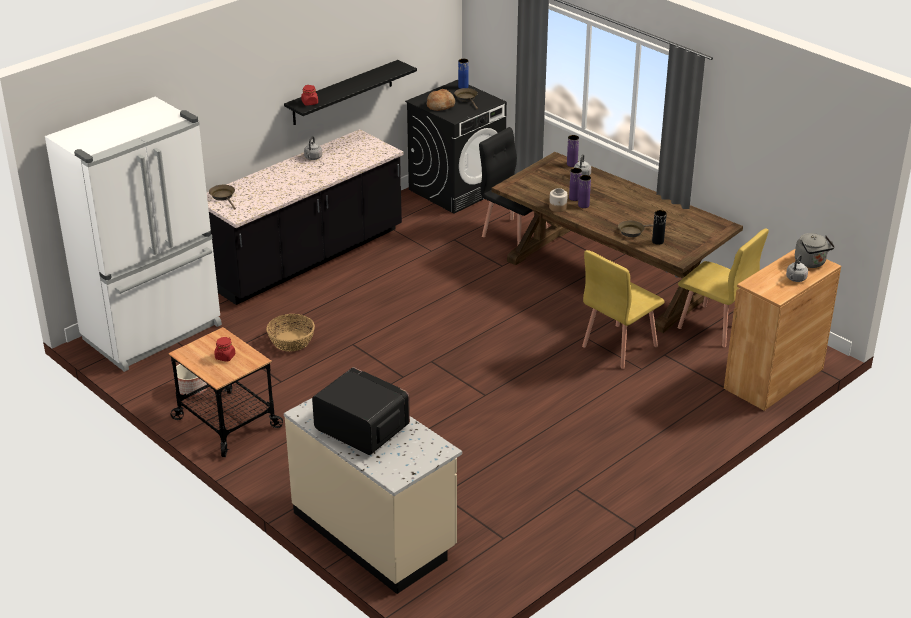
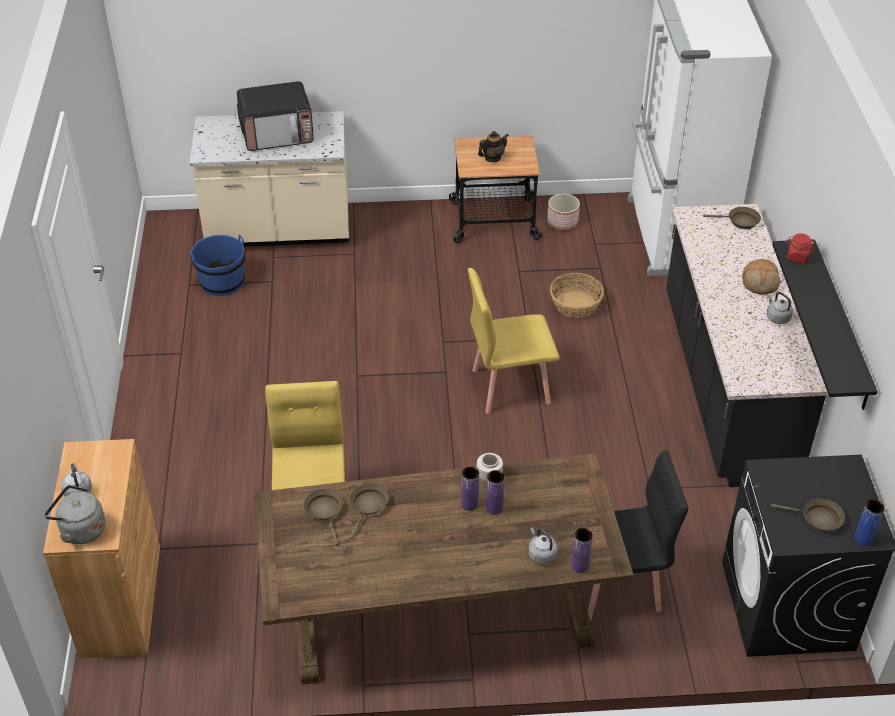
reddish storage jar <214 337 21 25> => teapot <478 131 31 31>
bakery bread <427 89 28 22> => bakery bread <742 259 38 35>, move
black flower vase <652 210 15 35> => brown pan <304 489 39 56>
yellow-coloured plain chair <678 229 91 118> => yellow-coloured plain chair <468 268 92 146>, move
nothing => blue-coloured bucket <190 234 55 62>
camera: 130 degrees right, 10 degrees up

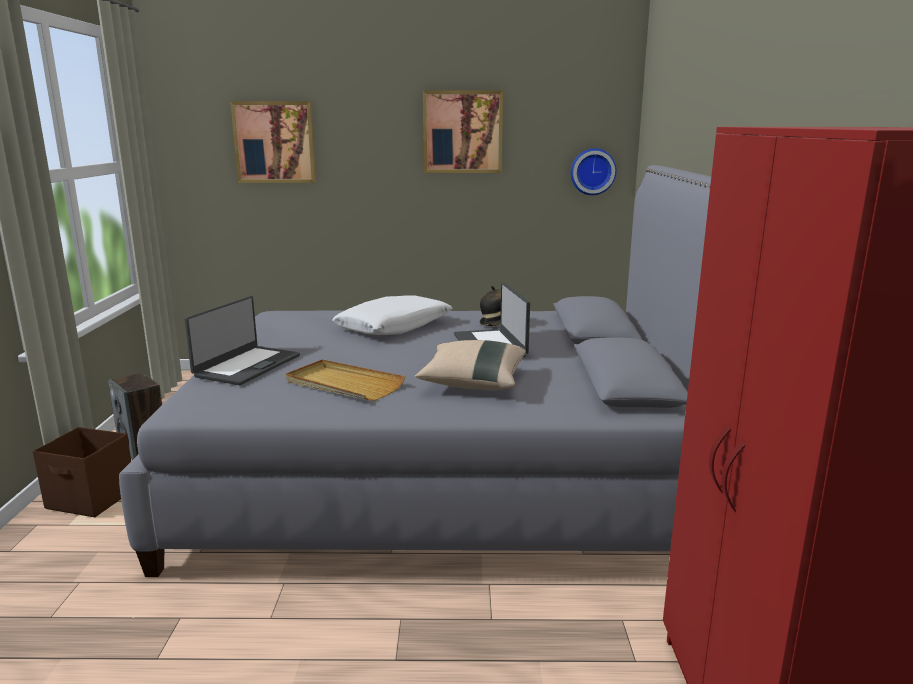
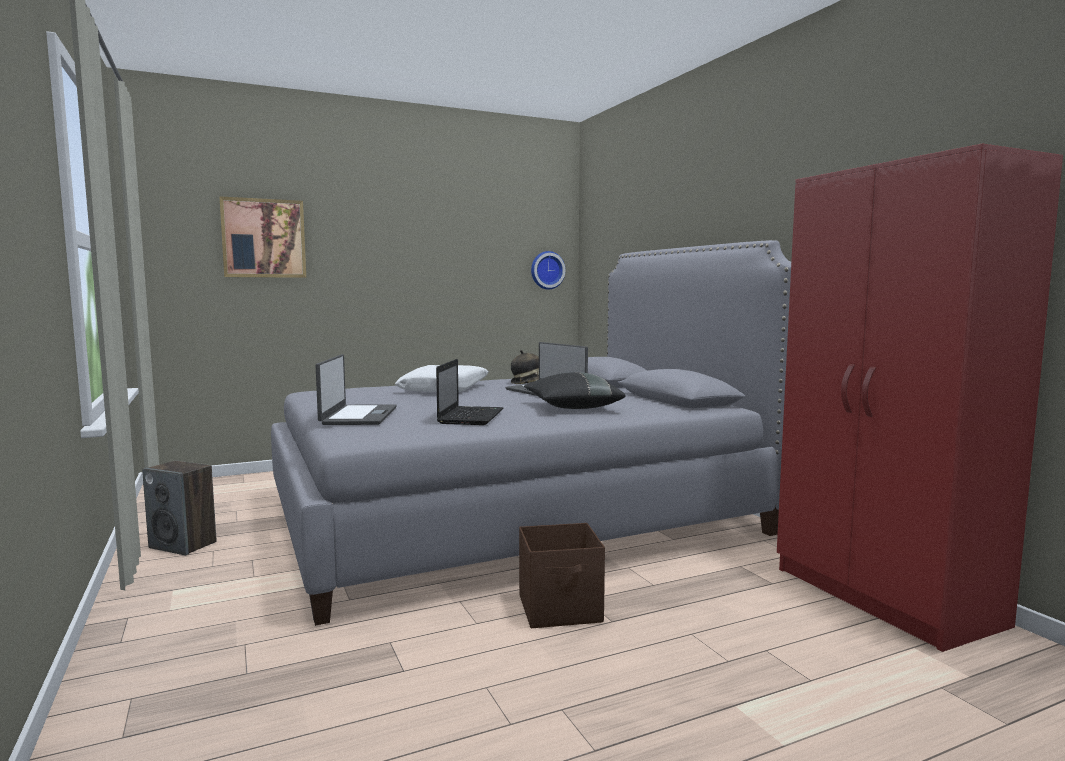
brown storage bin <33 427 98 90> => brown storage bin <519 523 86 105>, move
sand-coloured tray <286 359 119 42> => laptop <436 359 67 66>
sand-coloured cushion <415 340 111 50> => black cushion <524 372 101 37>
wall art <423 90 80 83> => nothing
camera: 25 degrees left, 10 degrees down

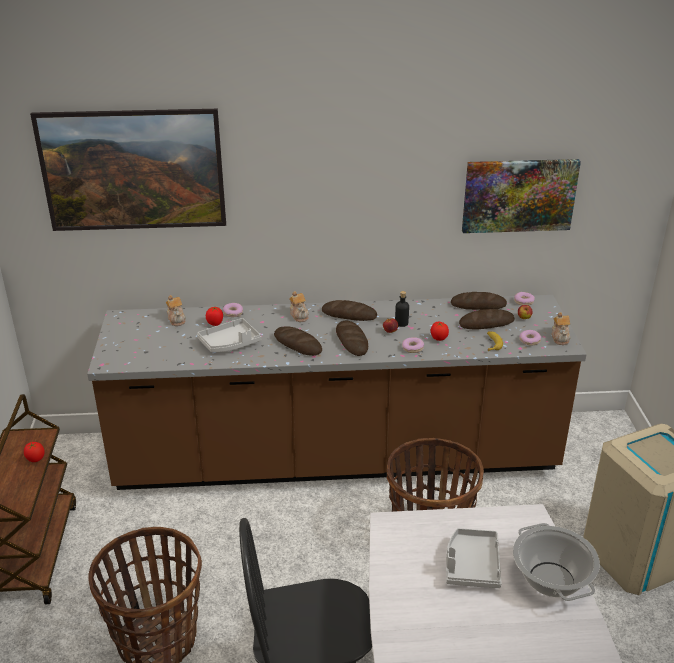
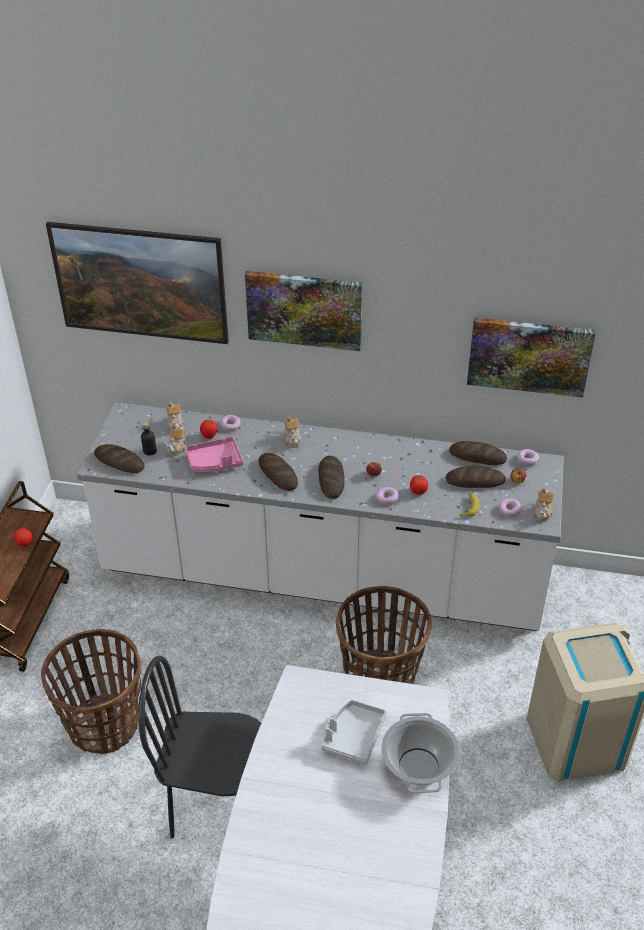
brown kitchen counter <87 295 500 195> => white-coloured kitchen counter <77 402 487 229>
gray tray <197 318 64 34> => pinkish tray <185 437 59 35>
bakery bread <322 300 55 21> => bakery bread <94 444 51 29>, move
black beverage bottle <395 291 14 36> => black beverage bottle <141 422 16 34>, move
nothing => teapot <166 424 20 32>
nothing => wall art <245 271 118 80>
camera: 15 degrees right, 10 degrees up

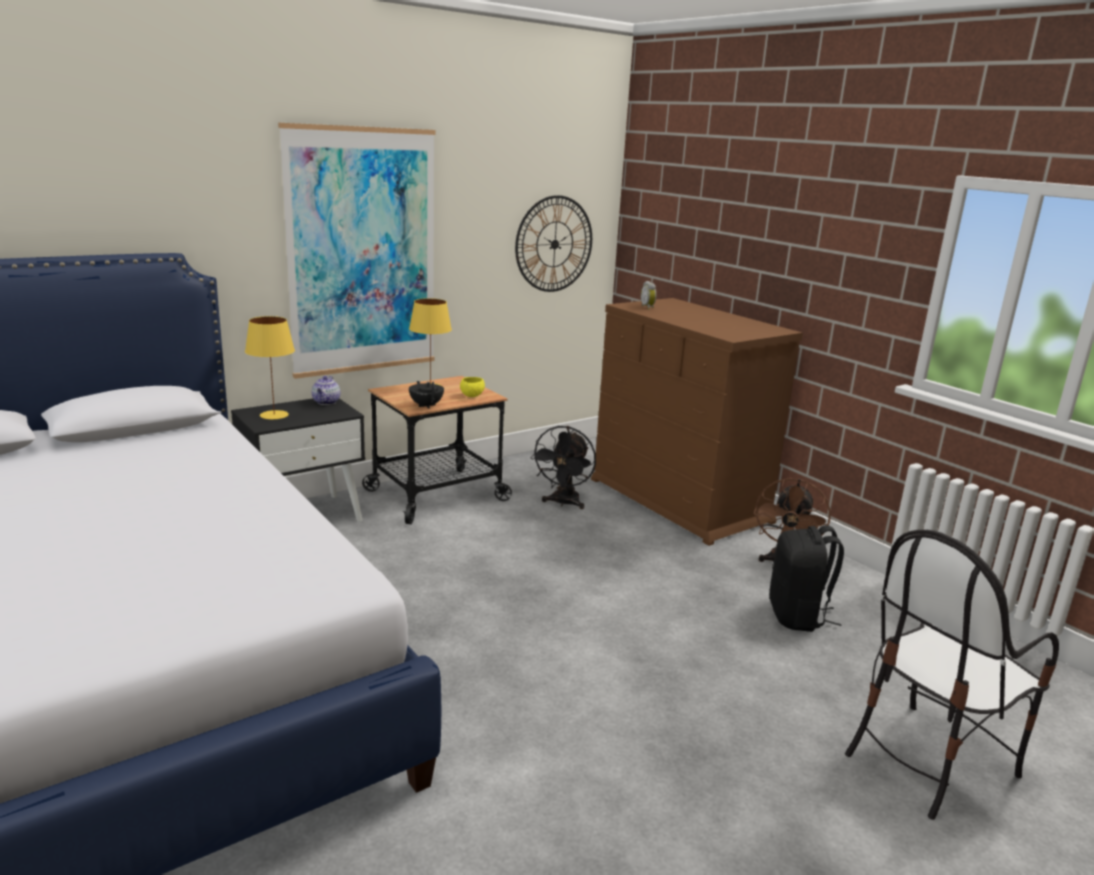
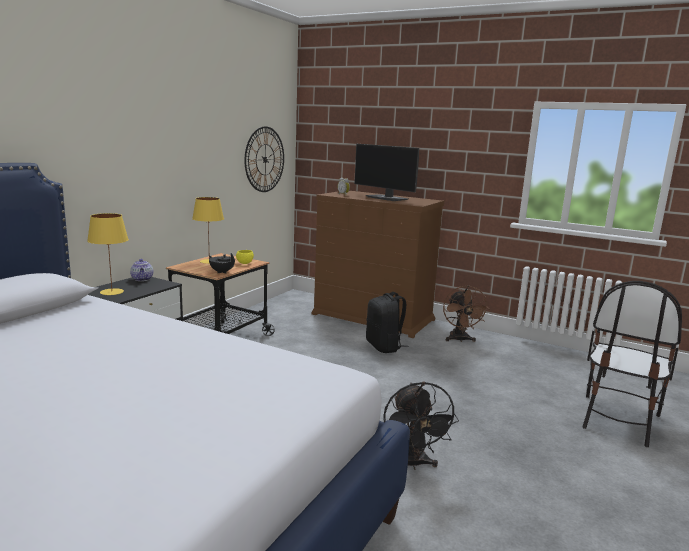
wall art <278 122 158 257> => nothing
black electric fan <531 426 65 83> => black electric fan <383 382 76 88>, move
black knapsack <769 525 75 107> => black knapsack <366 292 43 61>, move
nothing => monitor <354 144 65 57>
camera: 25 degrees left, 5 degrees down

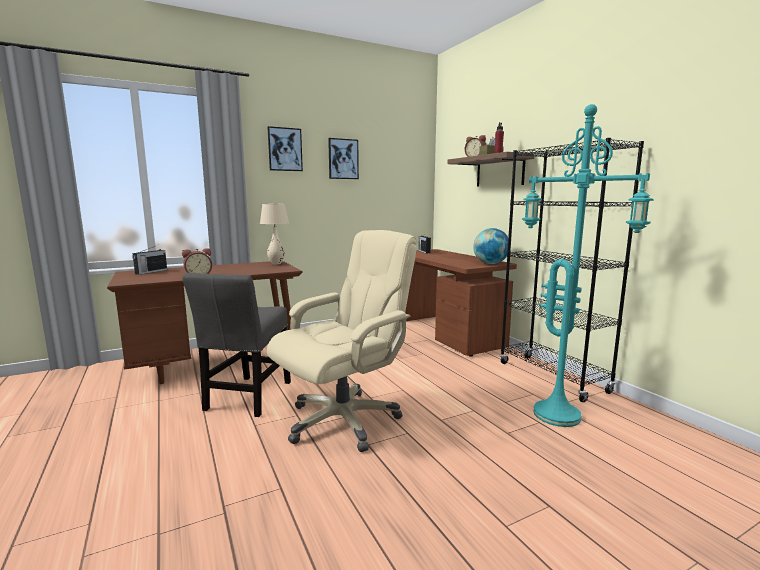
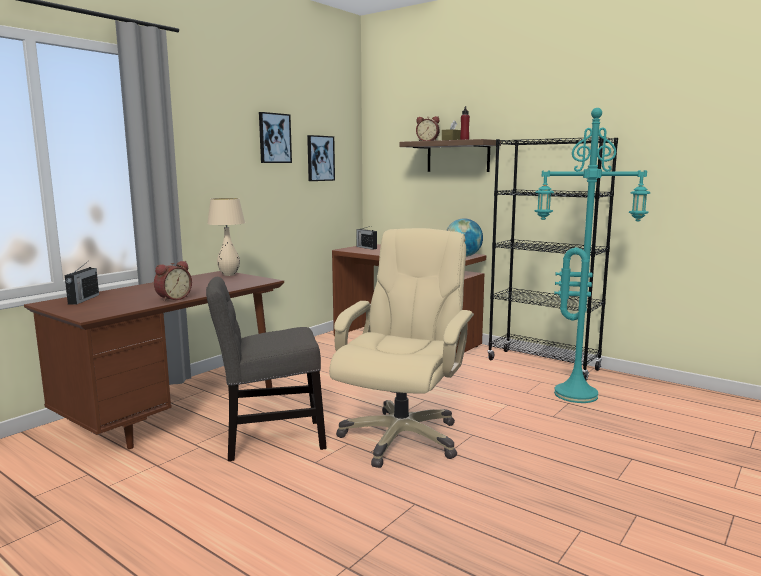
gray plain chair <182 273 109 144> => gray plain chair <206 277 121 184>, 90 degrees clockwise
wall art <267 126 36 45> => wall art <307 135 28 46>, move
camera: 25 degrees left, 0 degrees up

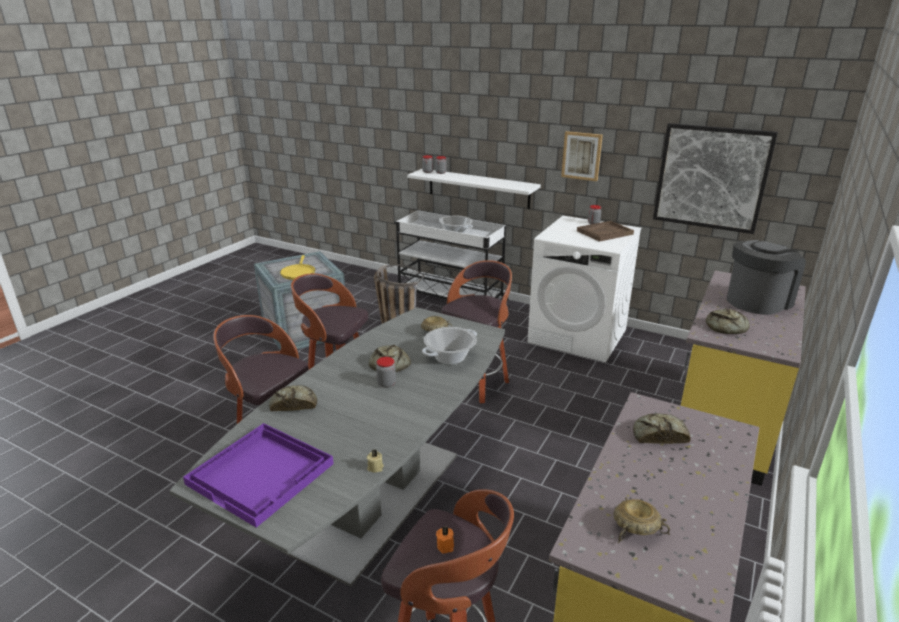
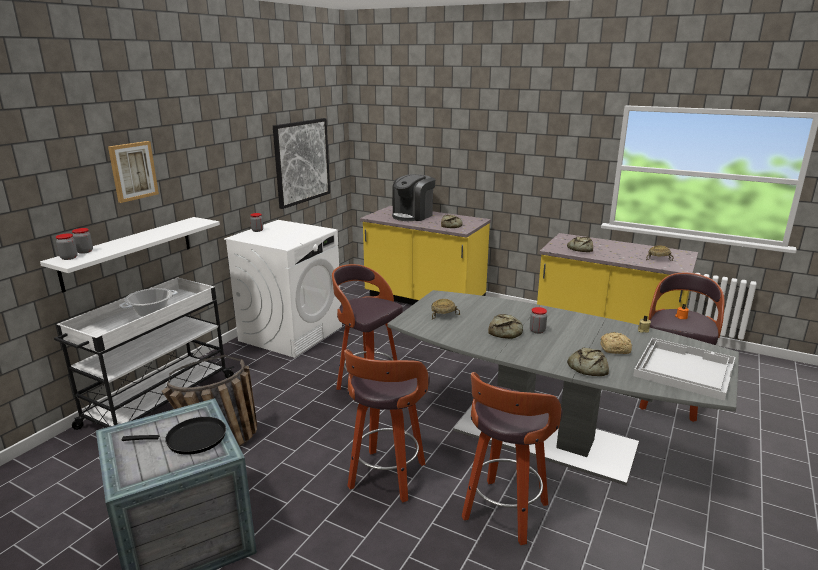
purplish tray <183 423 151 105> => white-coloured tray <633 338 102 63>
yellow-coloured pan <280 255 35 25> => black pan <121 417 105 38>
cooking pot <422 327 55 37> => nothing
wall art <561 131 42 50> => wall art <108 141 51 62>, move
brown tray <577 221 57 21> => nothing
coffee brewer <727 240 79 75> => coffee brewer <392 174 43 47>, 105 degrees counterclockwise
nothing => bakery bread <601 332 31 22>
camera: 90 degrees left, 5 degrees down

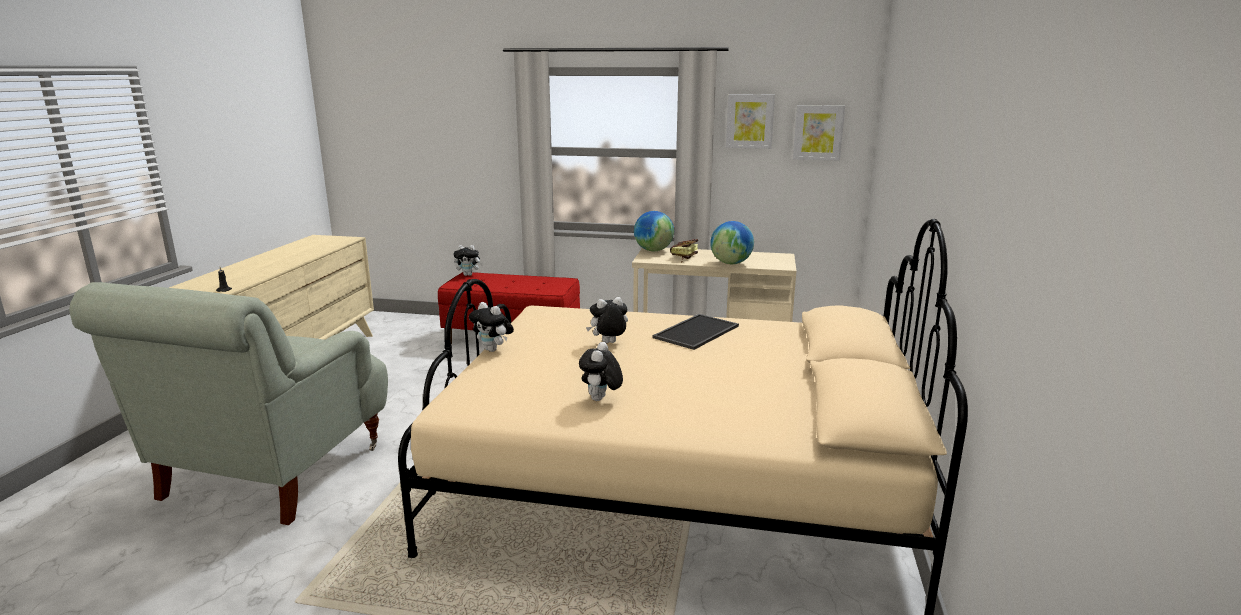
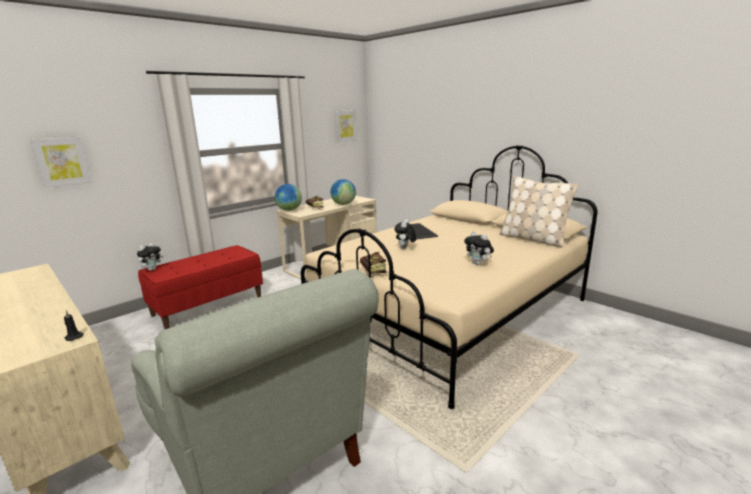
cuddly toy <469 302 45 50> => bound book <360 252 26 27>
wall art <726 94 49 55> => wall art <31 137 61 51>, move
nothing => sand-coloured cushion <499 176 79 72>
camera: 55 degrees left, 0 degrees up

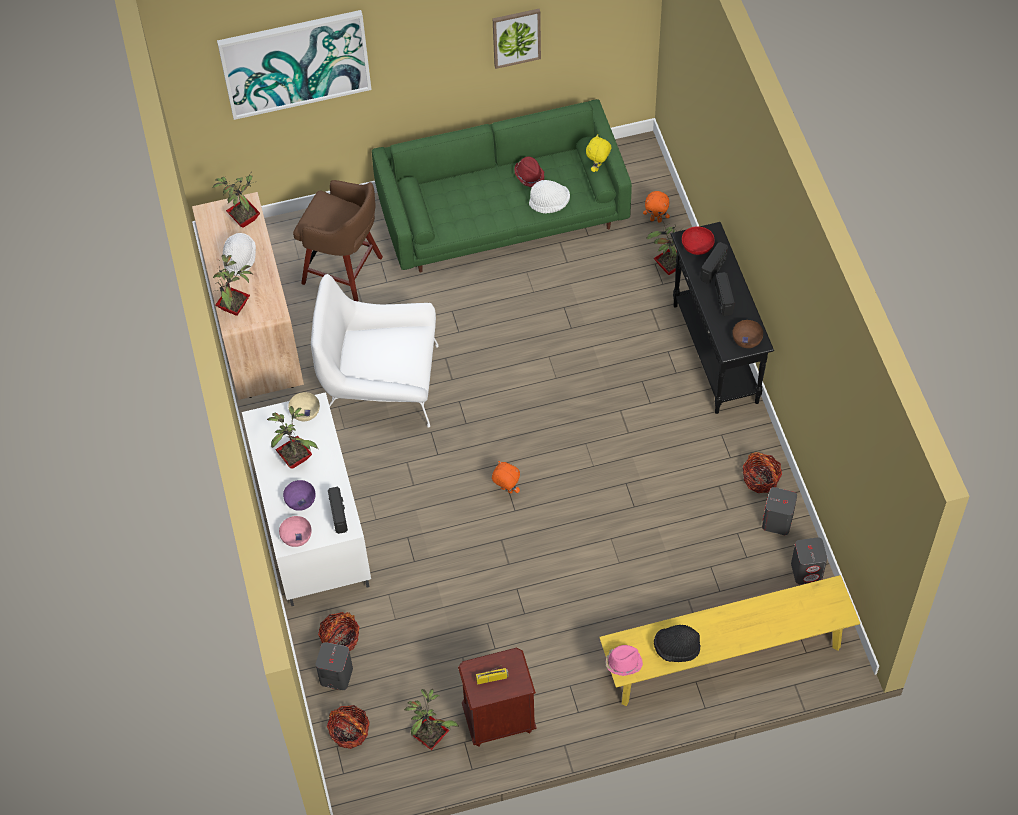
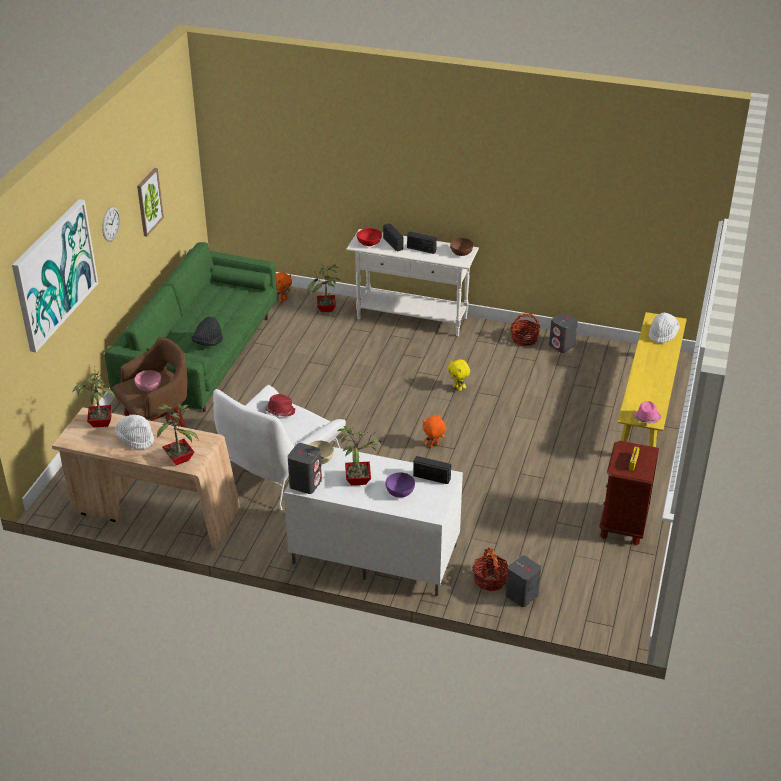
pinkish bowl <279 516 33 31> => pinkish bowl <135 370 26 21>, move
storage basket <327 705 43 44> => nothing
houseplant <404 689 55 61> => nothing
reddish hat <514 157 30 30> => reddish hat <265 394 30 23>, move
white-coloured hat <529 180 41 33> => white-coloured hat <649 312 31 32>, move
yellow-coloured cuddly toy <586 134 25 38> => yellow-coloured cuddly toy <448 359 22 32>, move
black hat <654 625 47 37> => black hat <191 317 32 29>, move
black console table <671 222 103 192> => white-coloured console table <346 229 133 107>
gray audio speaker <791 537 36 47> => gray audio speaker <288 443 34 51>, move
nothing => wall clock <102 207 18 35>
camera: 60 degrees left, 20 degrees down

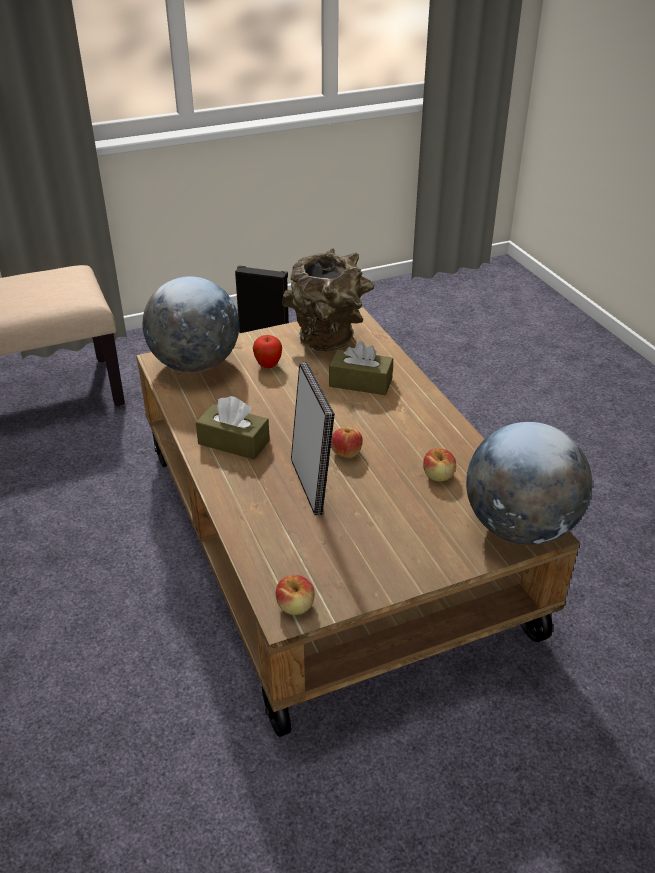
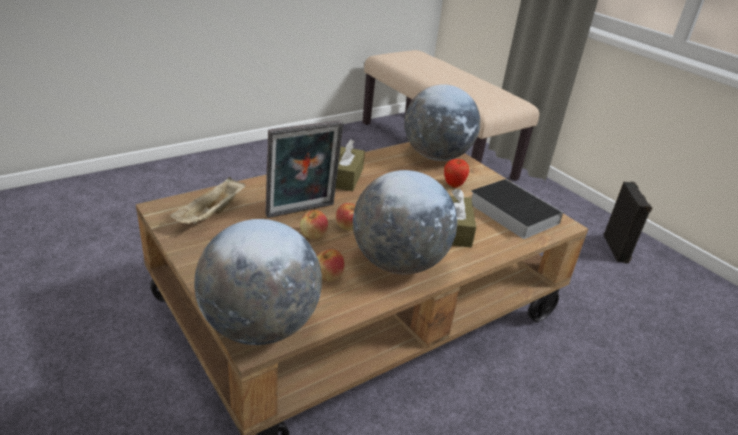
apple <276 575 39 40> => apple <300 210 28 29>, move
brown flower vase <282 249 92 103> => bound book <471 179 92 60>
nothing => sand-coloured tray <170 177 76 47>
nothing => globe <353 170 104 104>
camera: 75 degrees right, 5 degrees down

